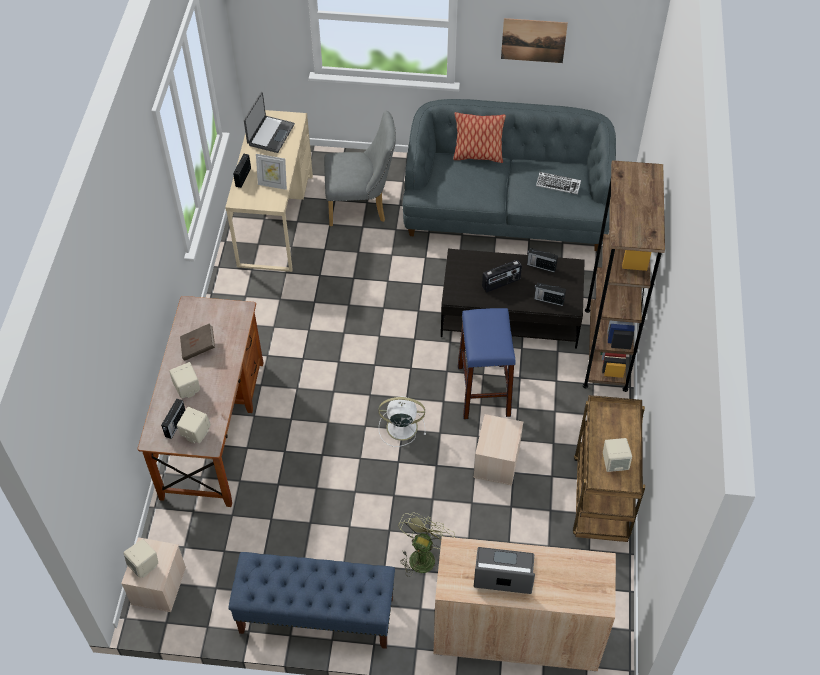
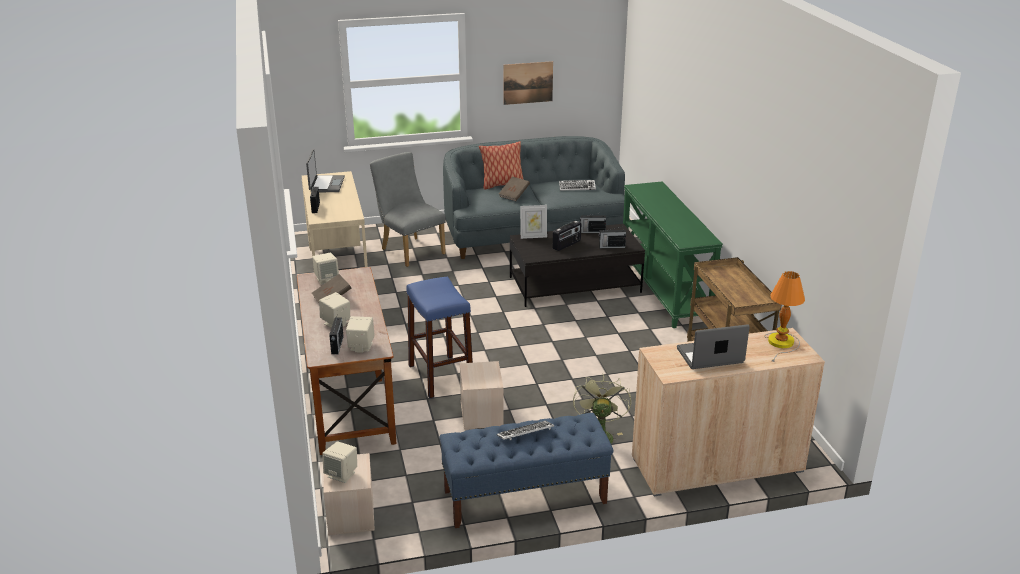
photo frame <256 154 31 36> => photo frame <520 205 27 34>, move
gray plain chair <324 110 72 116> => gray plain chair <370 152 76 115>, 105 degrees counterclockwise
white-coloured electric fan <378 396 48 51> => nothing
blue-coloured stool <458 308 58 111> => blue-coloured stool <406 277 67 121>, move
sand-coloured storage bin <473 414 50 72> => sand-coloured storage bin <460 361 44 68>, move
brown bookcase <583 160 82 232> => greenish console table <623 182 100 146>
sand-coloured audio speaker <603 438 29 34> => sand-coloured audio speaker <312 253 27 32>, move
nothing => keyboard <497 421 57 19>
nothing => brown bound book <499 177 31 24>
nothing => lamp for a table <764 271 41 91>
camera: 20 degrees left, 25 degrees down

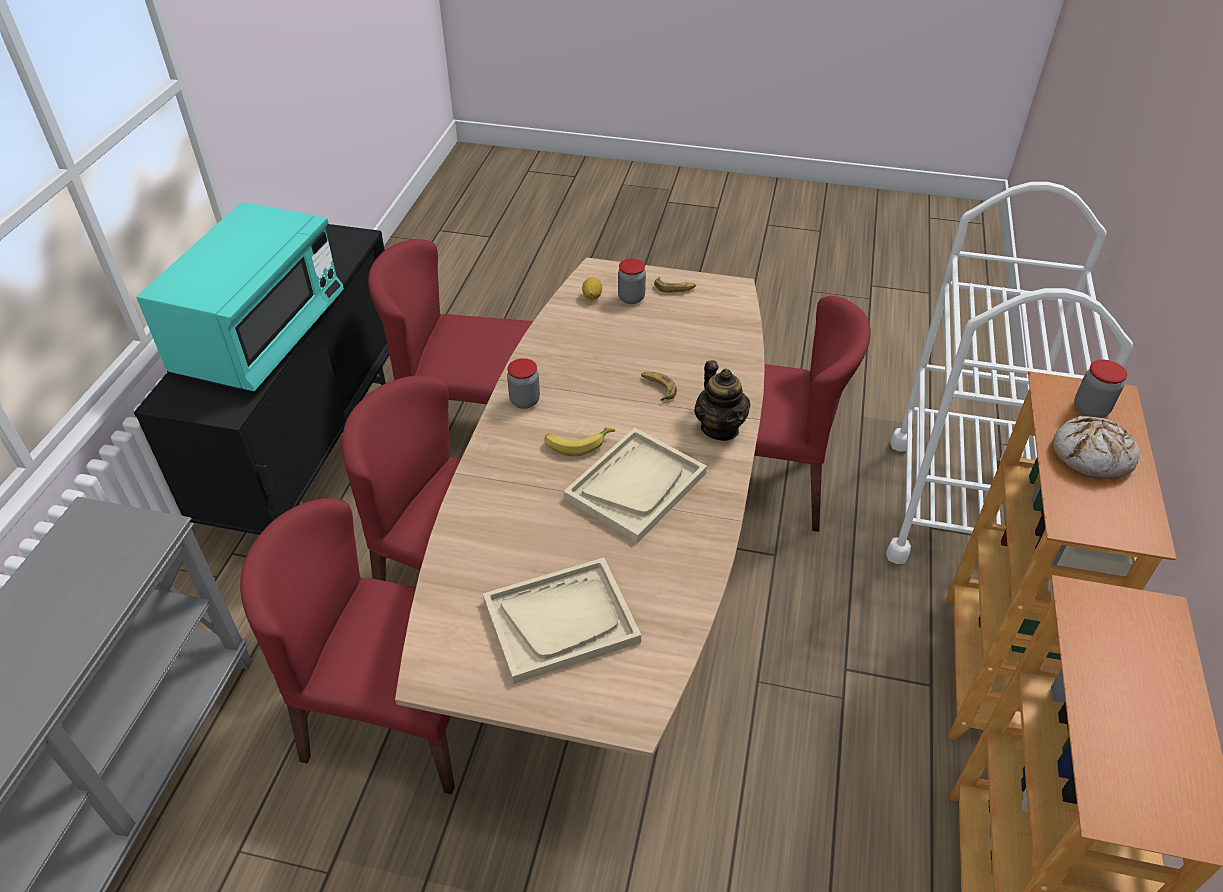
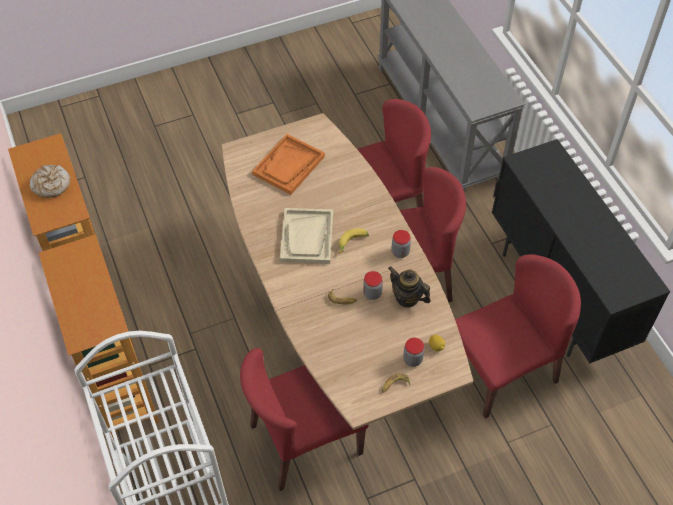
turquoise-coloured kitchen microwave <137 202 207 189> => nothing
sand-coloured tray <483 558 158 126> => orange-coloured tray <252 134 73 61>
teapot <694 360 56 81> => teapot <388 266 43 42>, move
bakery bread <1053 416 87 63> => bakery bread <30 165 40 33>, move
storage jar <1074 360 53 58> => storage jar <363 271 20 29>, move
camera: 145 degrees right, 10 degrees up

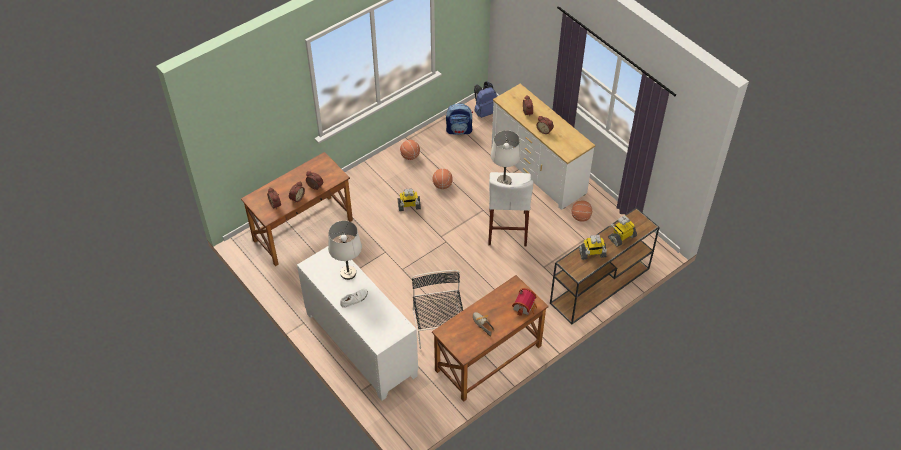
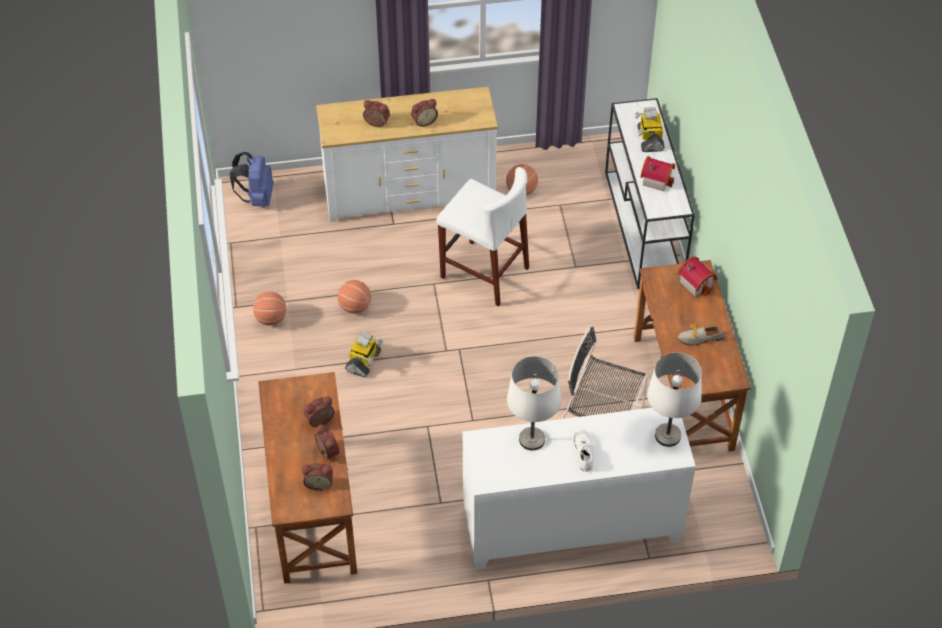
knapsack <446 103 27 32> => nothing
white-coloured lamp for a table <491 130 30 55> => white-coloured lamp for a table <647 353 55 94>, move
brown console table <550 208 110 116> => white-coloured console table <605 98 90 191>
toy robot <579 235 28 25> => miniature house <640 156 35 35>
camera: 60 degrees left, 0 degrees up

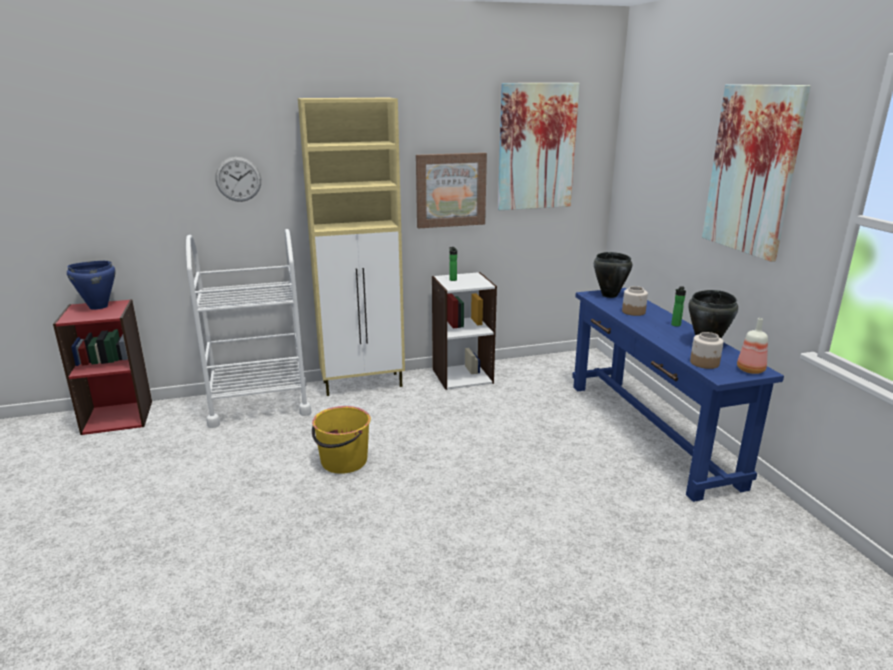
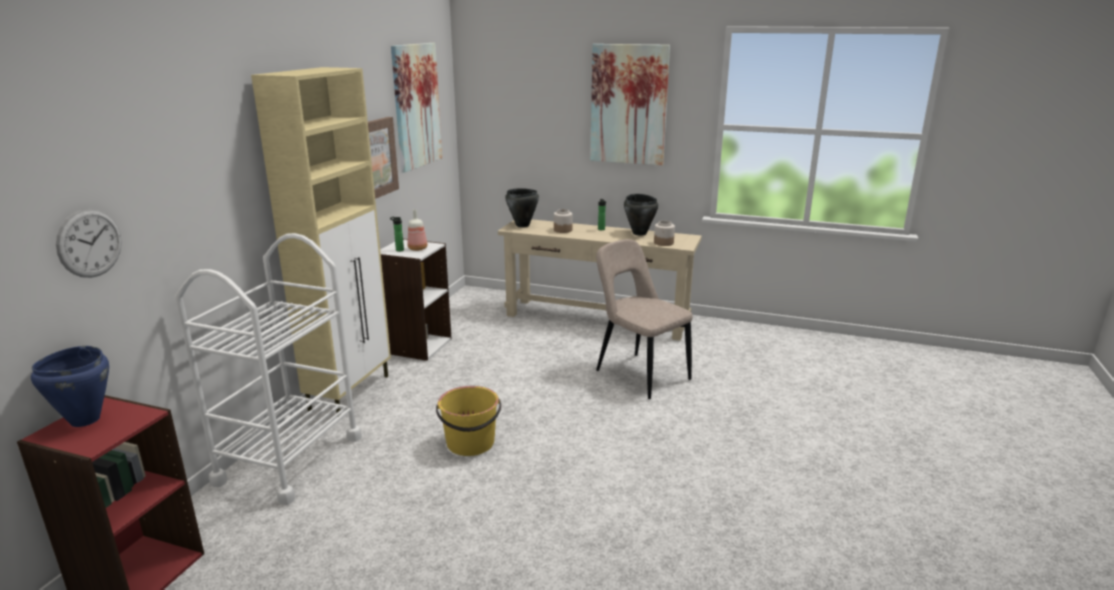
wall clock <215 157 46 45> => wall clock <56 209 66 69>, move
blue-coloured console table <572 288 212 214> => sand-coloured console table <498 219 204 122>
beverage bottle <737 318 31 56> => beverage bottle <407 209 21 42>, move
nothing => sand-coloured plain chair <596 239 97 160>
camera: 55 degrees left, 0 degrees up

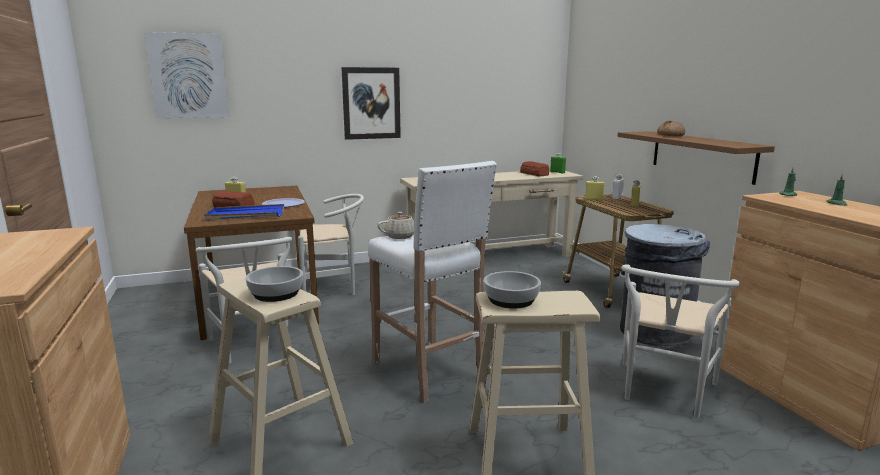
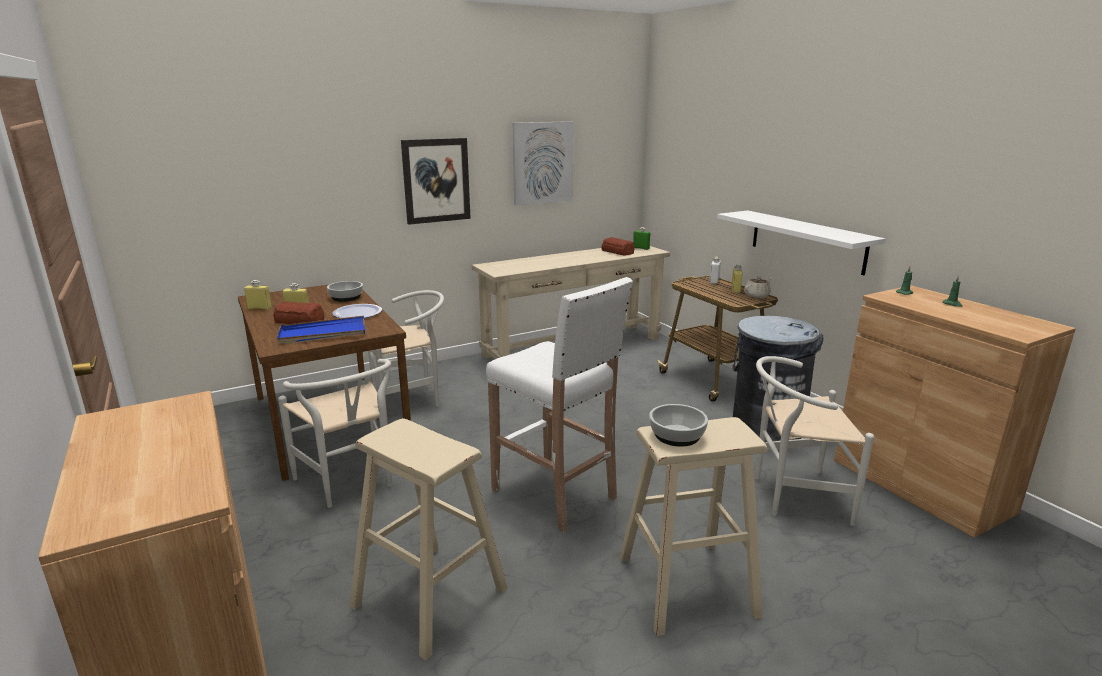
wall art <145 32 84 86> => wall art <513 121 60 84>, move
bowl <246 266 57 36> => bowl <327 281 36 21>, move
sand-coloured teapot <377 212 37 27> => sand-coloured teapot <744 276 28 22>, move
yellow-coloured beverage bottle <585 176 19 25> => yellow-coloured beverage bottle <244 280 28 30>, move
brown bracket shelf <617 131 158 54> => white-coloured bracket shelf <717 210 168 65>
white-coloured plain chair <621 264 119 153> => white-coloured plain chair <755 356 119 170>, 75 degrees clockwise
bakery bread <657 121 28 15> => nothing
camera: 10 degrees left, 5 degrees up

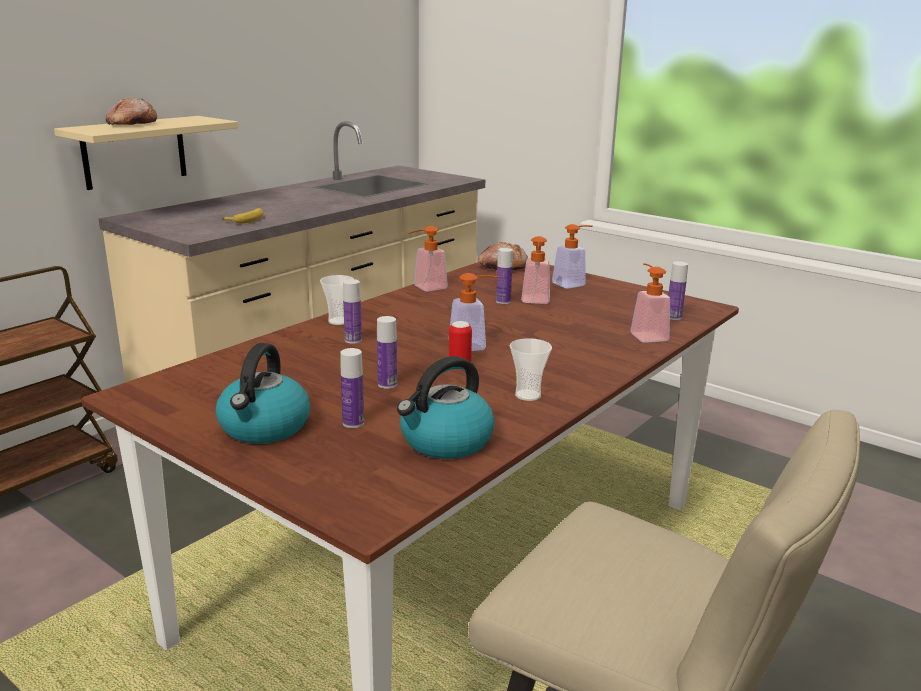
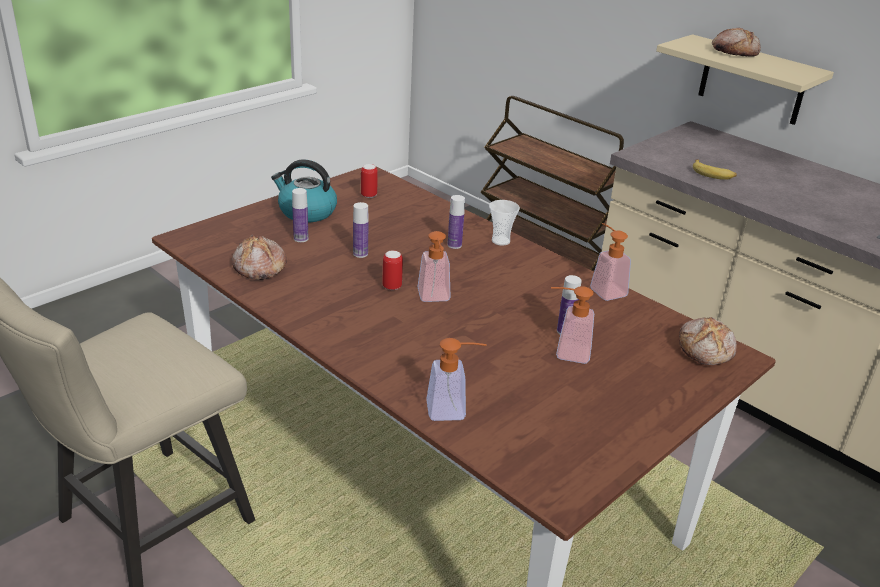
tea kettle <397 356 98 103> => bakery bread <232 234 55 46>
small cup <510 338 42 63> => nothing
liquid soap bottle <552 224 41 65> => nothing
beverage bottle <668 261 20 59> => nothing
nothing => sealed can <361 164 17 34>
camera: 95 degrees right, 10 degrees up

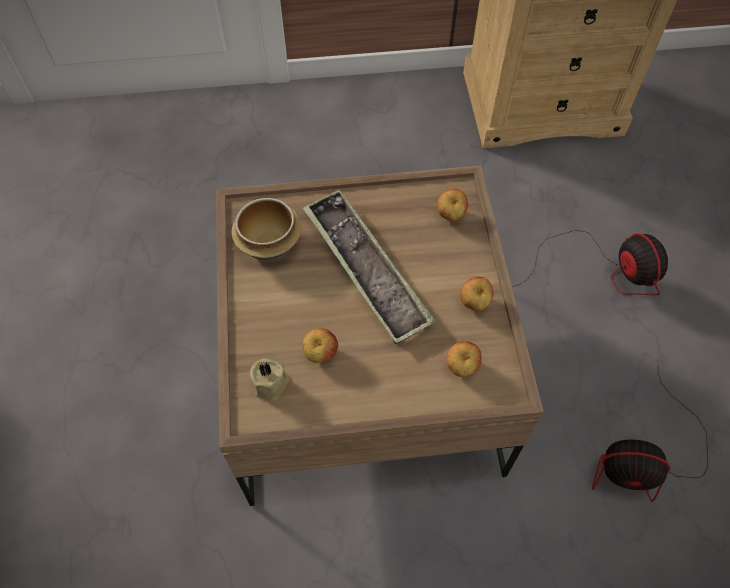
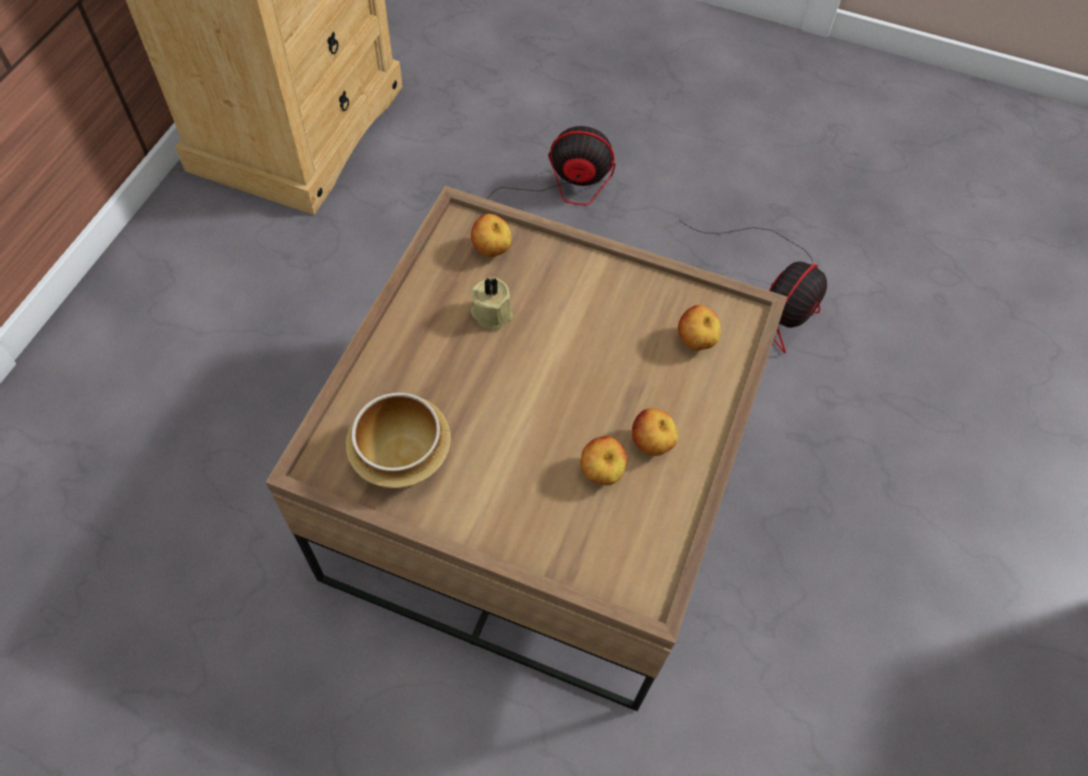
sand-coloured wax candle <250 359 39 42> => sand-coloured wax candle <471 277 42 54>, move
tray <303 190 132 154> => nothing
apple <460 277 34 34> => apple <632 408 46 48>, move
camera: 65 degrees left, 0 degrees up

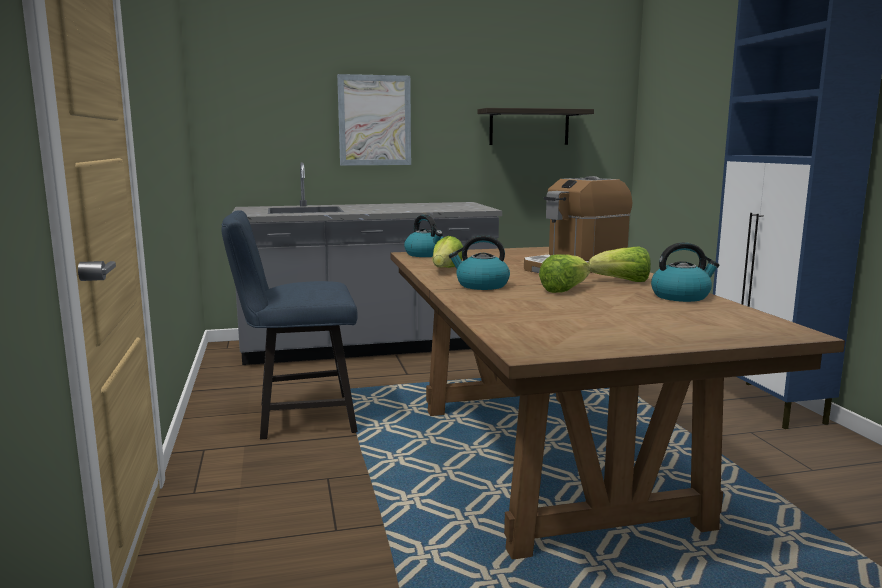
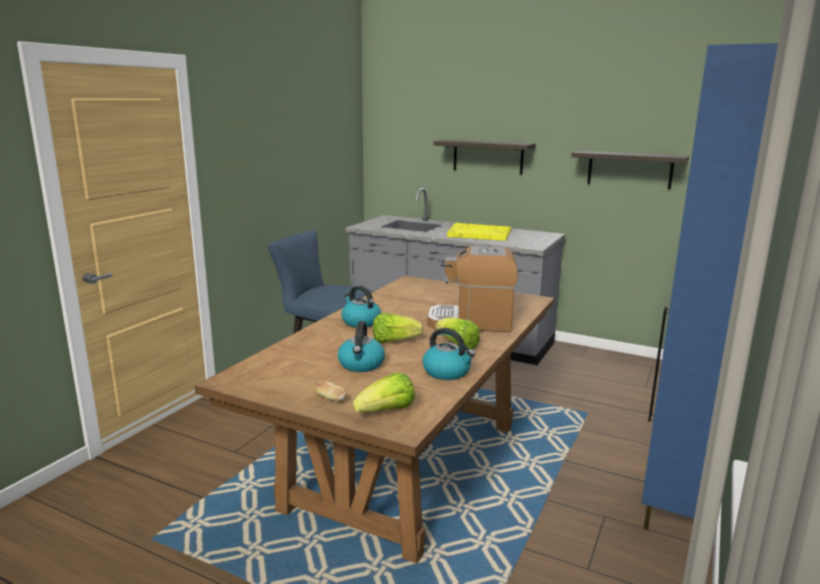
wall art <337 74 74 92> => bracket shelf <434 140 102 34>
tea kettle <404 215 39 42> => tea kettle <338 321 47 51>, move
lettuce <433 236 30 32> => lettuce <353 373 62 40>, move
nothing => bakery bread <314 381 32 20>
nothing => yellow-coloured tray <447 223 64 18>
camera: 40 degrees right, 5 degrees up

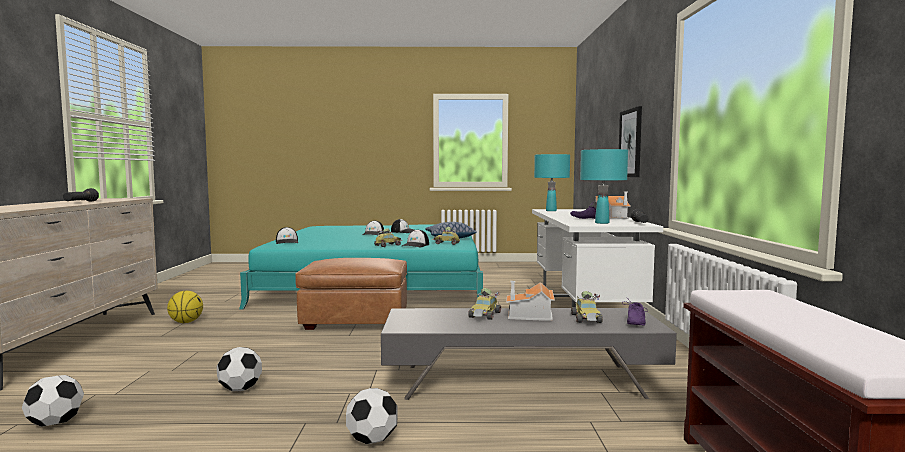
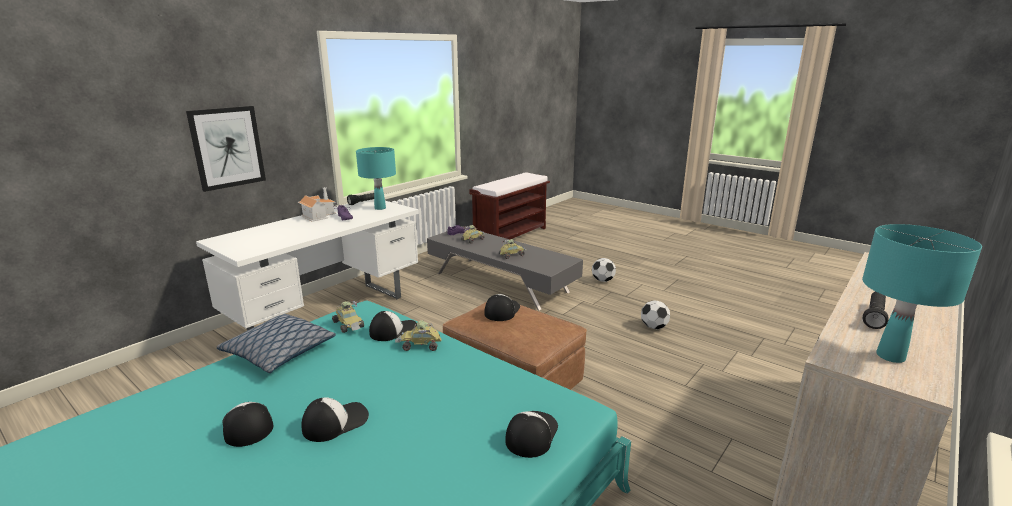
football <22 375 62 52> => nothing
basketball <167 291 36 32> => nothing
miniature house <506 281 49 40> => nothing
turquoise-coloured lamp for a table <534 154 36 57> => turquoise-coloured lamp for a table <862 224 120 139>, move
nothing => peaked cap <484 294 36 27>
camera: 140 degrees left, 15 degrees up

